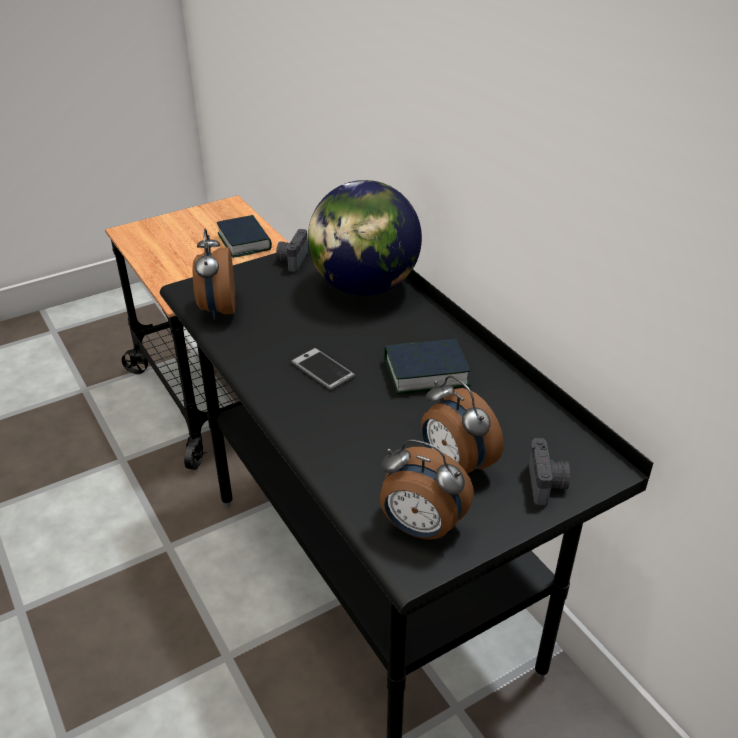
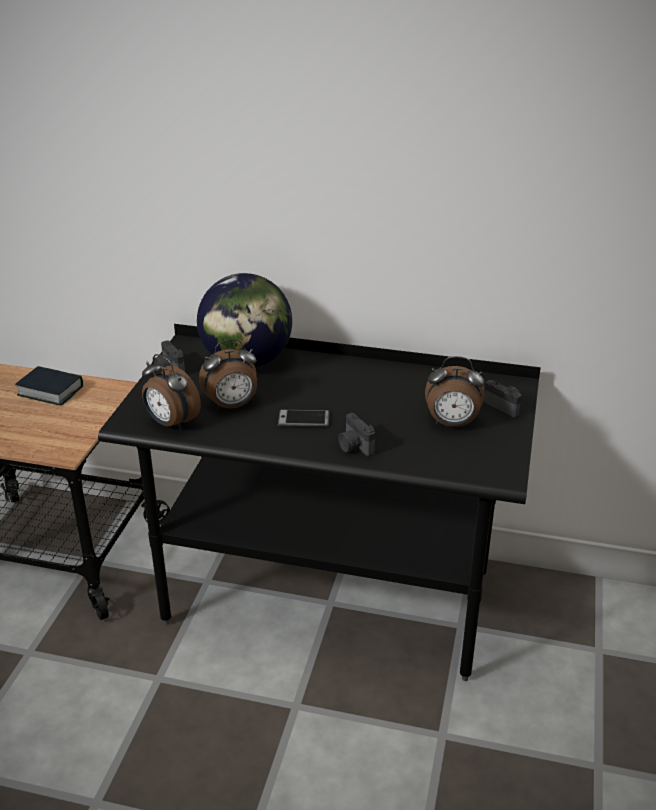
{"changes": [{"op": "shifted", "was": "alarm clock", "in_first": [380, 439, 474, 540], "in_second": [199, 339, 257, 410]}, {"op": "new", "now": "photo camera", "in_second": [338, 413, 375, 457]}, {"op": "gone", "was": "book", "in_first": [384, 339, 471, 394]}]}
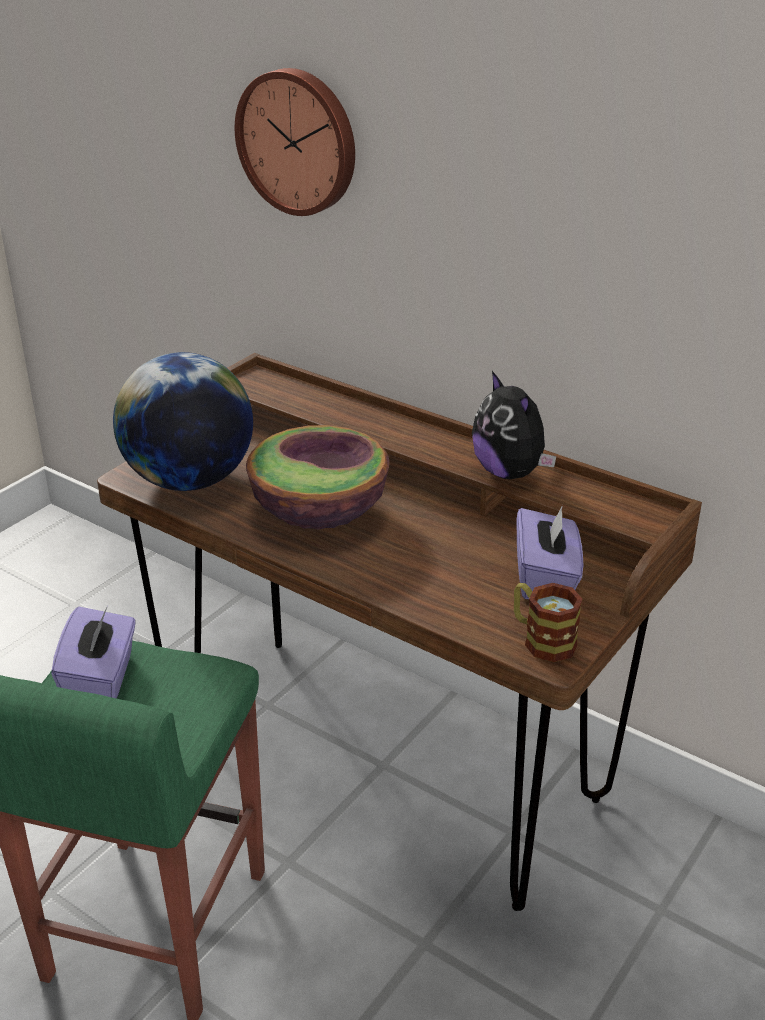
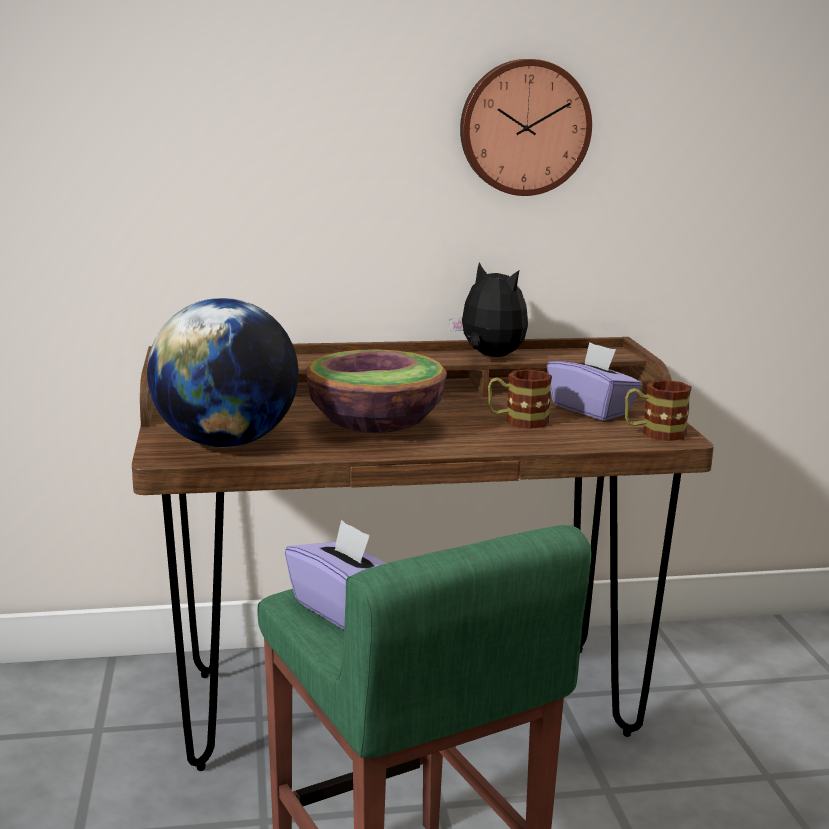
{"changes": [{"op": "rotated", "was": "plush toy", "in_first": [472, 371, 556, 479], "in_second": [450, 262, 528, 357], "clockwise": -150}, {"op": "shifted", "was": "wall clock", "in_first": [235, 68, 355, 216], "in_second": [460, 59, 592, 196]}, {"op": "new", "now": "mug", "in_second": [488, 369, 552, 429]}]}
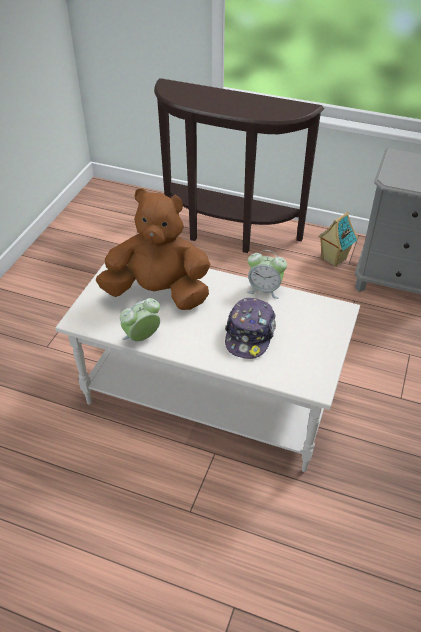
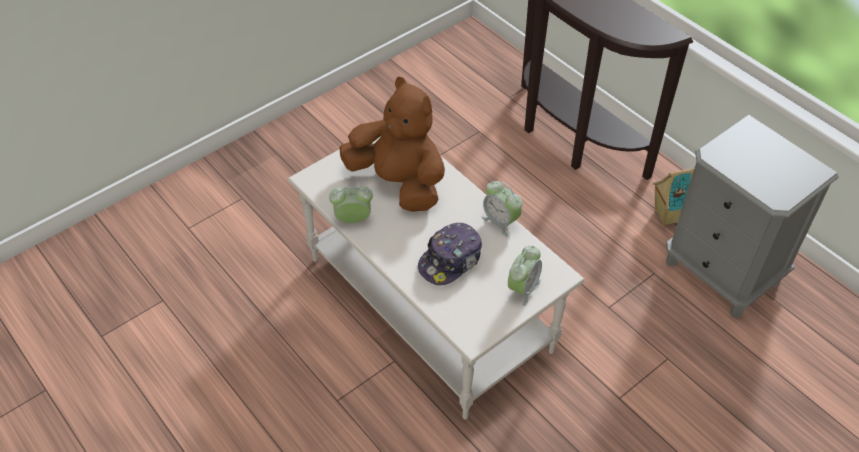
{"changes": [{"op": "new", "now": "alarm clock", "in_second": [508, 246, 542, 306]}]}
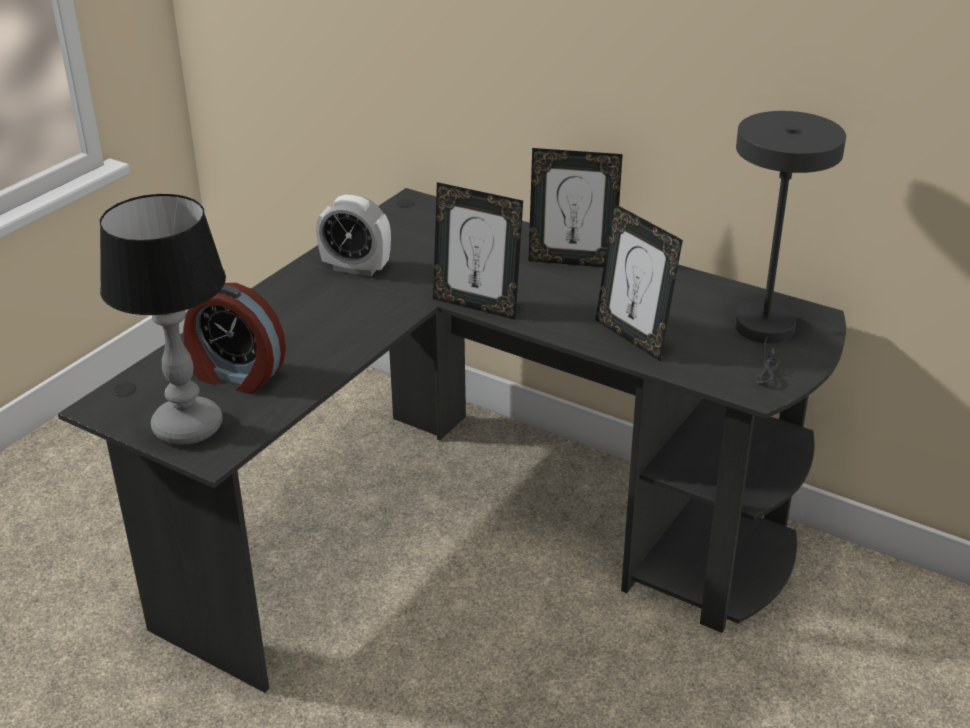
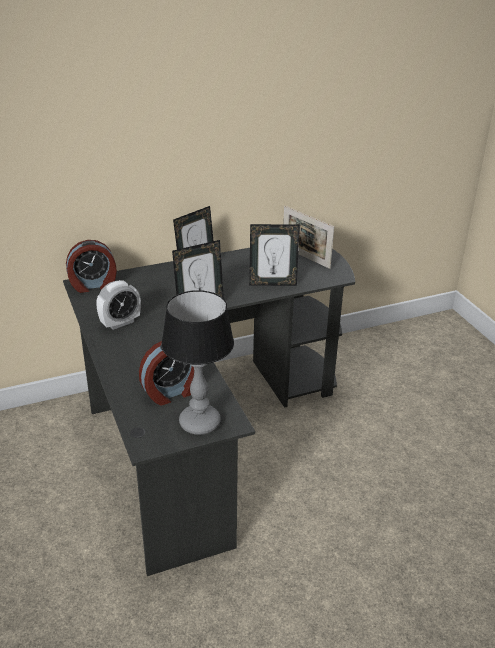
{"changes": [{"op": "new", "now": "alarm clock", "in_second": [66, 240, 117, 293]}, {"op": "swapped", "was": "table lamp (grey)", "now": "picture frame", "in_first": [735, 111, 846, 385], "in_second": [283, 206, 334, 269]}]}
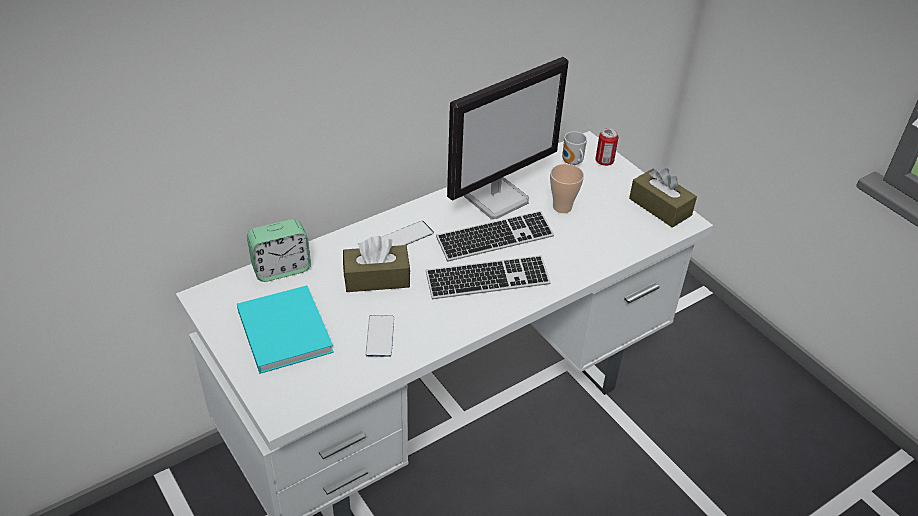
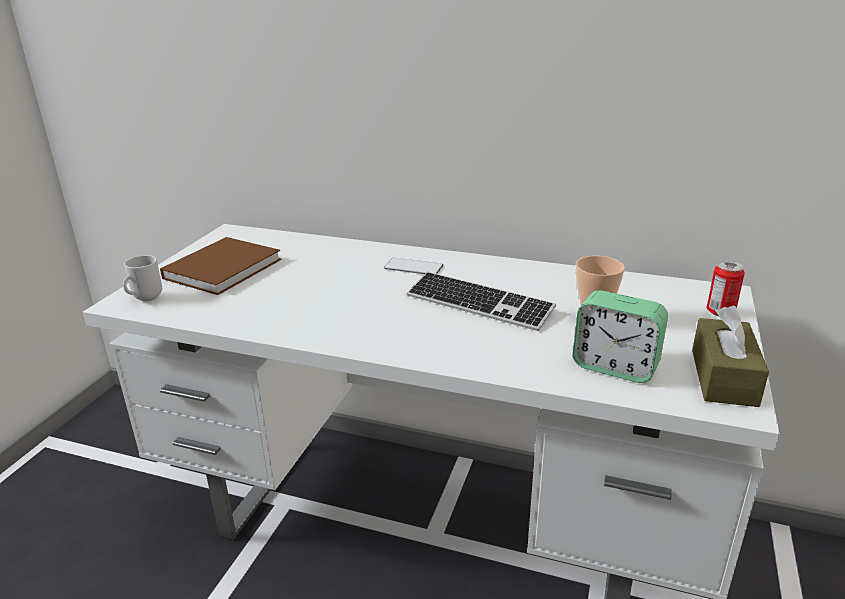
{"changes": [{"op": "shifted", "was": "mug", "in_first": [562, 131, 587, 165], "in_second": [123, 255, 162, 301]}, {"op": "repainted", "was": "book (turquoise)", "now": "book (brown)", "in_first": [237, 285, 334, 374], "in_second": [160, 237, 281, 295]}, {"op": "shifted", "was": "alarm clock", "in_first": [247, 219, 311, 282], "in_second": [573, 290, 668, 383]}, {"op": "gone", "was": "tissue box (brown)", "in_first": [343, 236, 410, 292]}, {"op": "gone", "was": "phone", "in_first": [366, 315, 394, 357]}, {"op": "gone", "was": "keyboard", "in_first": [426, 255, 551, 299]}, {"op": "gone", "was": "monitor", "in_first": [447, 57, 569, 219]}]}
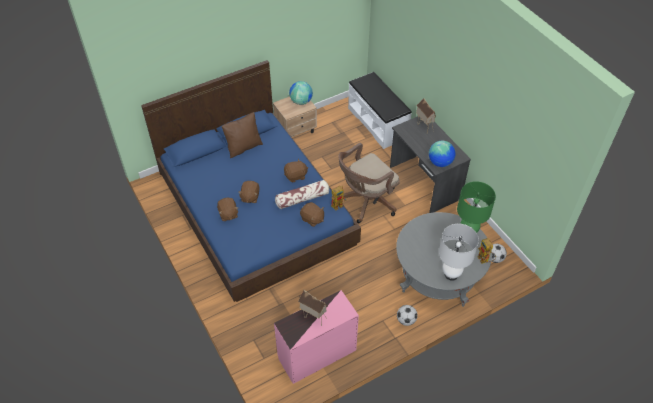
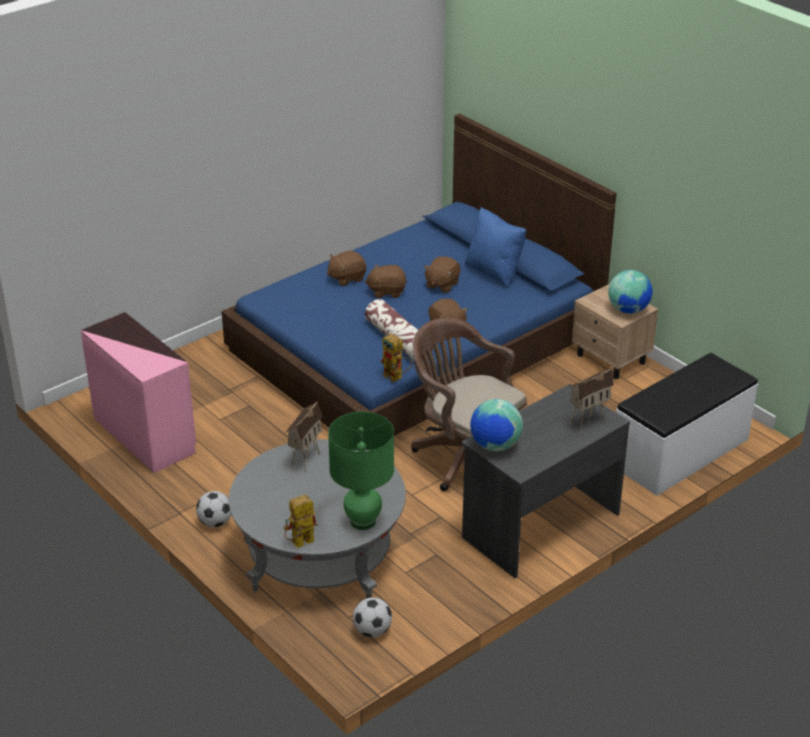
{"changes": [{"op": "shifted", "was": "toy house", "in_first": [298, 289, 328, 326], "in_second": [285, 401, 322, 472]}, {"op": "shifted", "was": "plush toy (brown)", "in_first": [300, 202, 324, 227], "in_second": [423, 256, 461, 293]}, {"op": "repainted", "was": "pillow (brown)", "now": "pillow (blue)", "in_first": [222, 112, 263, 158], "in_second": [465, 207, 527, 288]}, {"op": "gone", "was": "table lamp (white)", "in_first": [439, 224, 479, 281]}]}
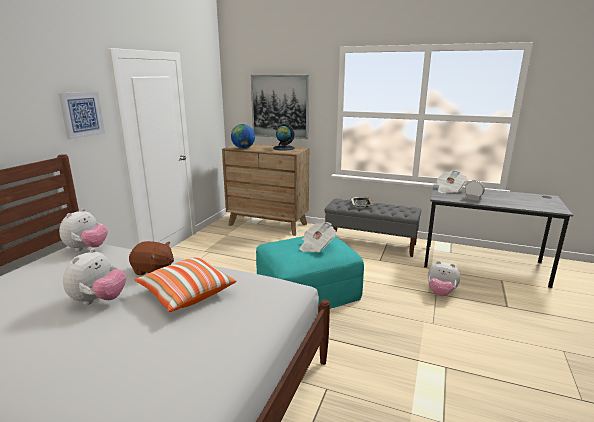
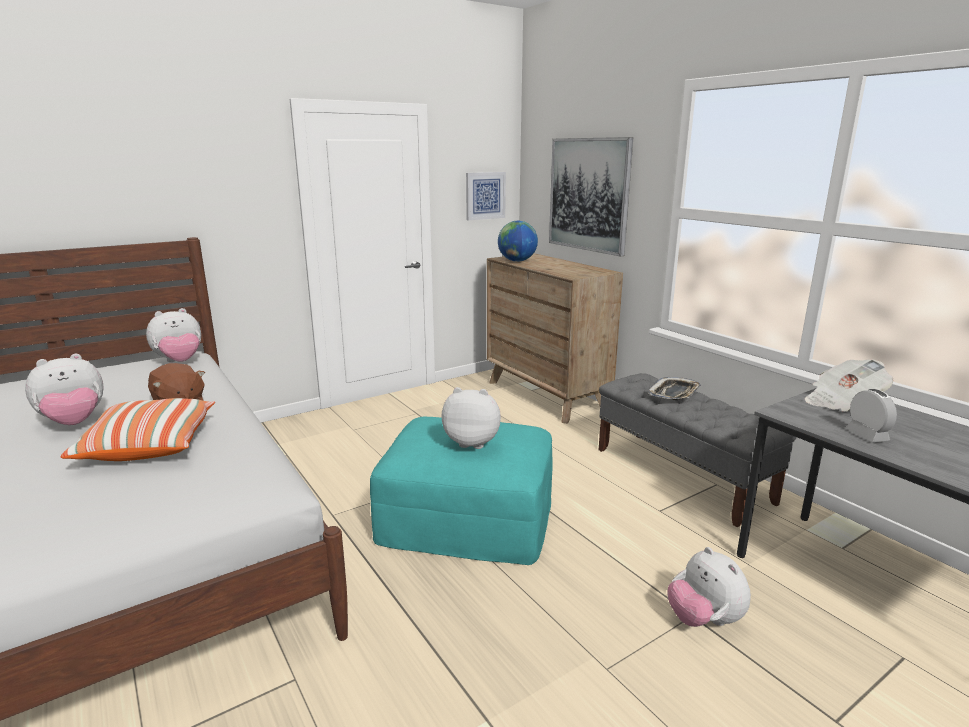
{"changes": [{"op": "swapped", "was": "newspaper", "now": "plush toy", "in_first": [299, 222, 336, 252], "in_second": [441, 387, 501, 449]}, {"op": "shifted", "was": "picture", "in_first": [59, 91, 105, 139], "in_second": [466, 172, 506, 220]}, {"op": "gone", "was": "globe", "in_first": [273, 124, 295, 151]}]}
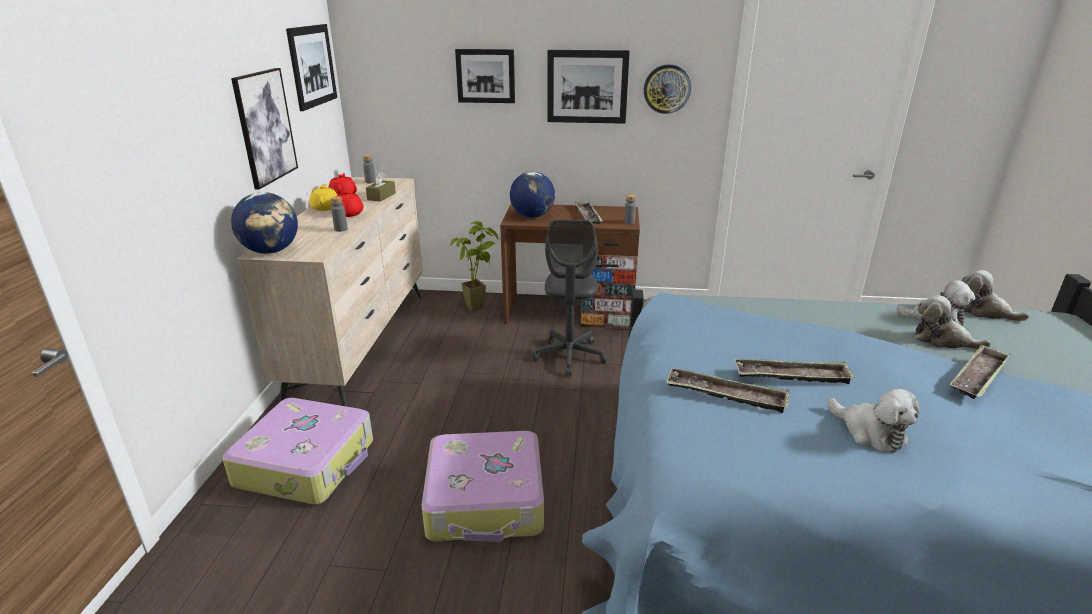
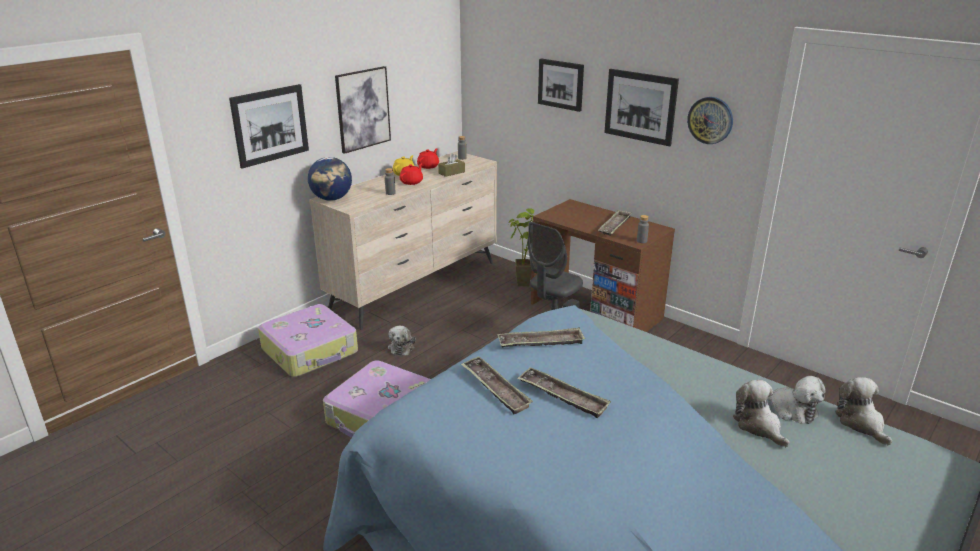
{"changes": [{"op": "shifted", "was": "picture", "in_first": [286, 24, 337, 111], "in_second": [229, 84, 309, 168]}, {"op": "shifted", "was": "plush toy", "in_first": [828, 389, 920, 453], "in_second": [388, 326, 416, 356]}, {"op": "shifted", "was": "tray", "in_first": [950, 344, 1011, 399], "in_second": [498, 327, 585, 347]}, {"op": "gone", "was": "globe", "in_first": [510, 172, 555, 218]}]}
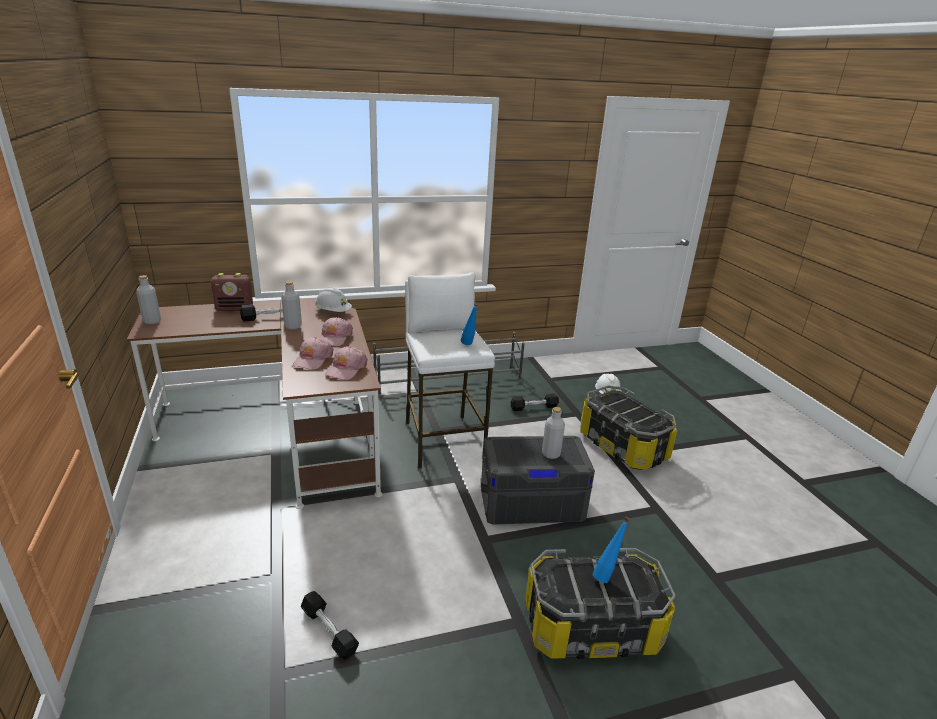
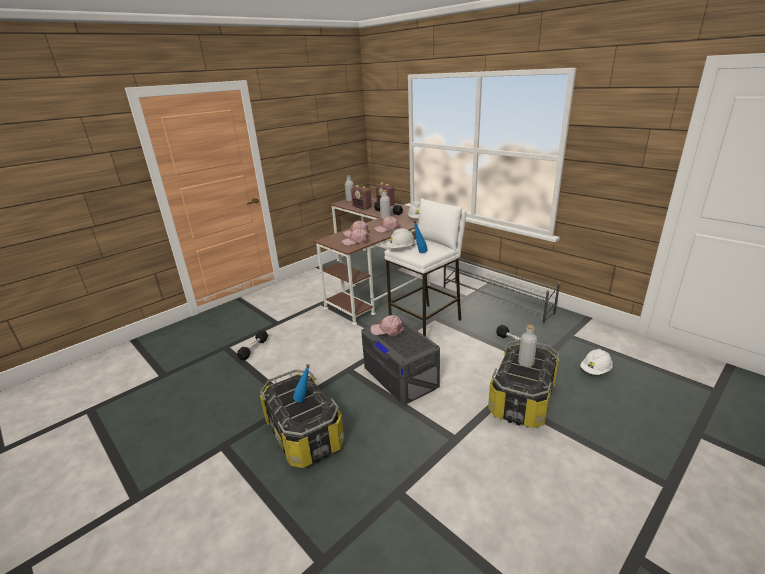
{"changes": [{"op": "new", "now": "radio", "in_second": [351, 185, 372, 209]}, {"op": "new", "now": "cap (pink)", "in_second": [370, 315, 404, 336]}, {"op": "new", "now": "hard hat (white)", "in_second": [386, 228, 416, 248]}, {"op": "shifted", "was": "bottle (grey)", "in_first": [542, 407, 565, 459], "in_second": [518, 325, 537, 367]}]}
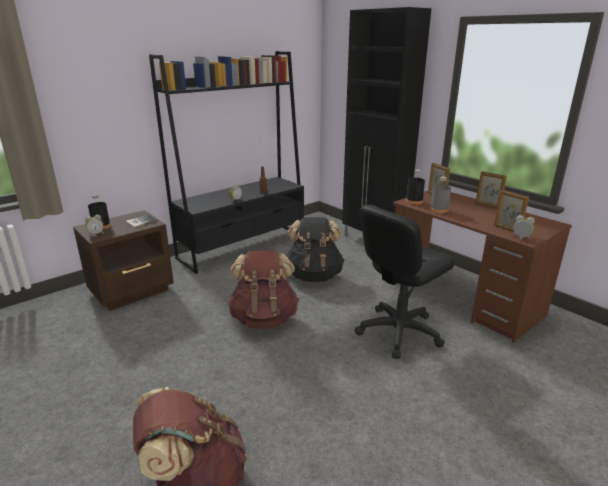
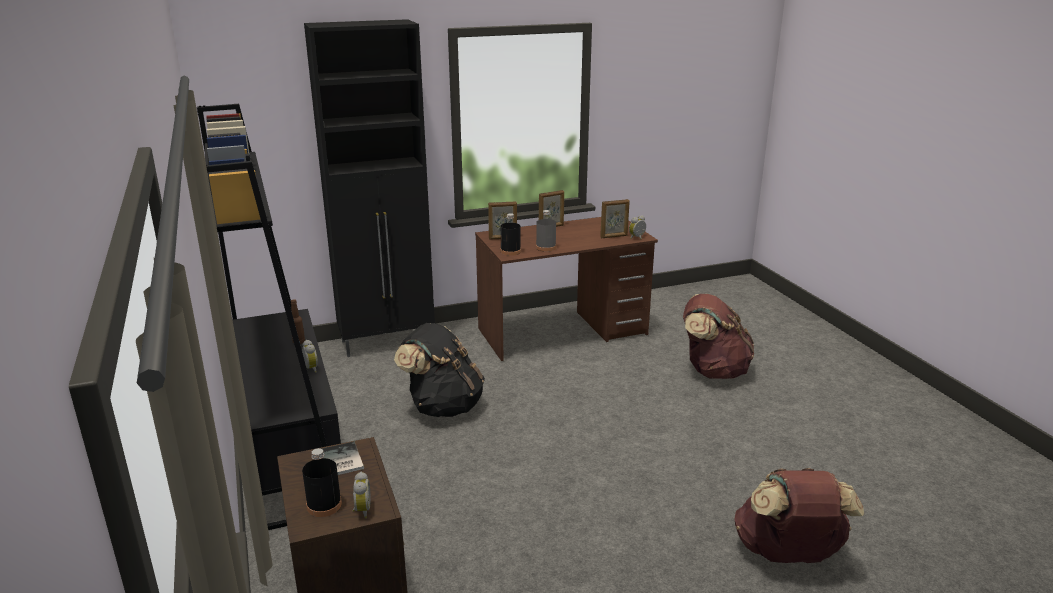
{"changes": [{"op": "shifted", "was": "backpack (brown)", "in_first": [227, 250, 299, 329], "in_second": [683, 294, 754, 379]}, {"op": "gone", "was": "office chair (black)", "in_first": [355, 205, 454, 359]}]}
